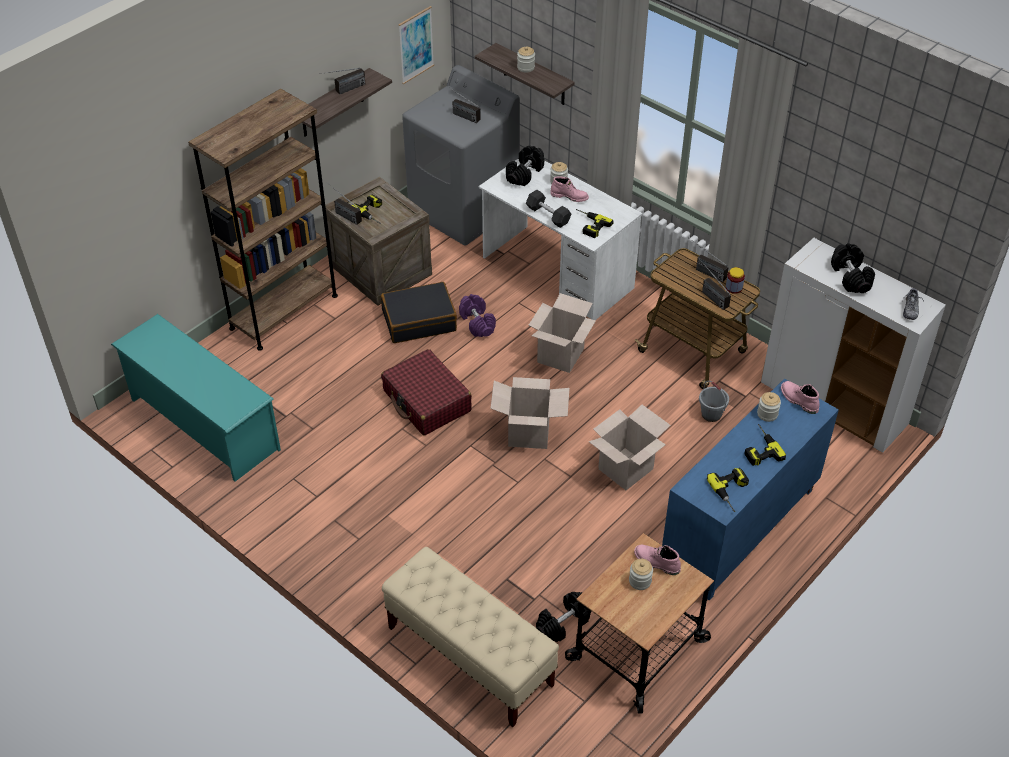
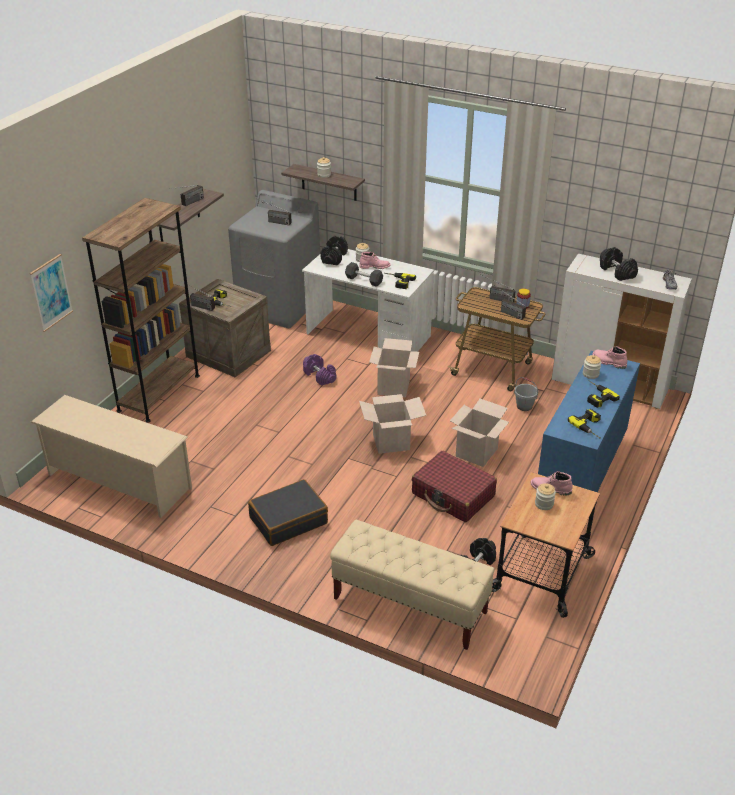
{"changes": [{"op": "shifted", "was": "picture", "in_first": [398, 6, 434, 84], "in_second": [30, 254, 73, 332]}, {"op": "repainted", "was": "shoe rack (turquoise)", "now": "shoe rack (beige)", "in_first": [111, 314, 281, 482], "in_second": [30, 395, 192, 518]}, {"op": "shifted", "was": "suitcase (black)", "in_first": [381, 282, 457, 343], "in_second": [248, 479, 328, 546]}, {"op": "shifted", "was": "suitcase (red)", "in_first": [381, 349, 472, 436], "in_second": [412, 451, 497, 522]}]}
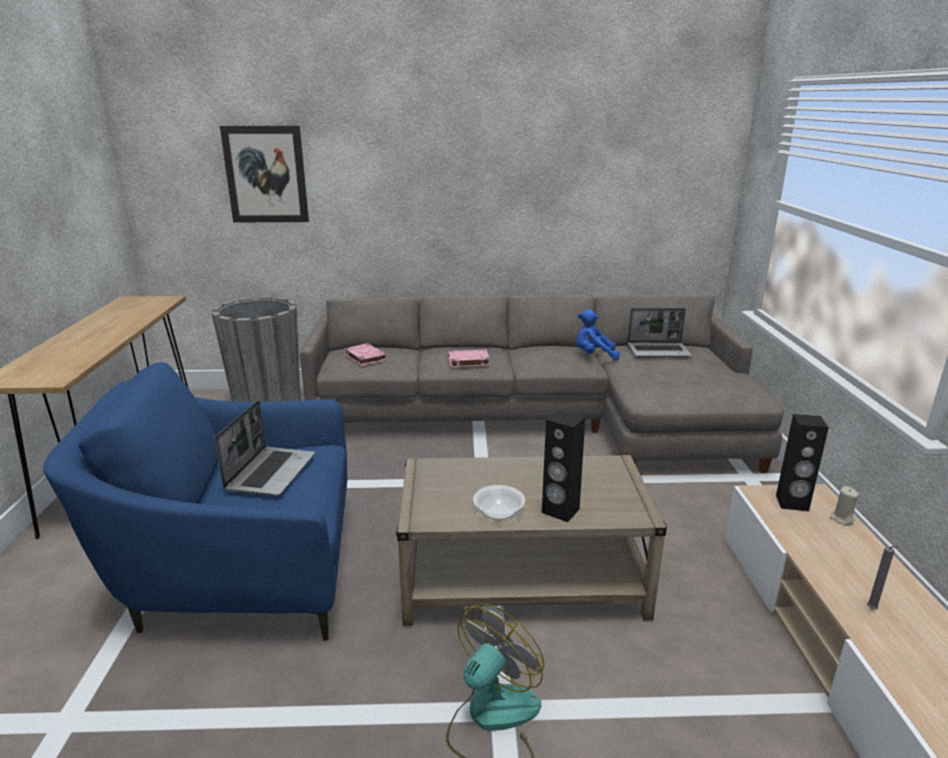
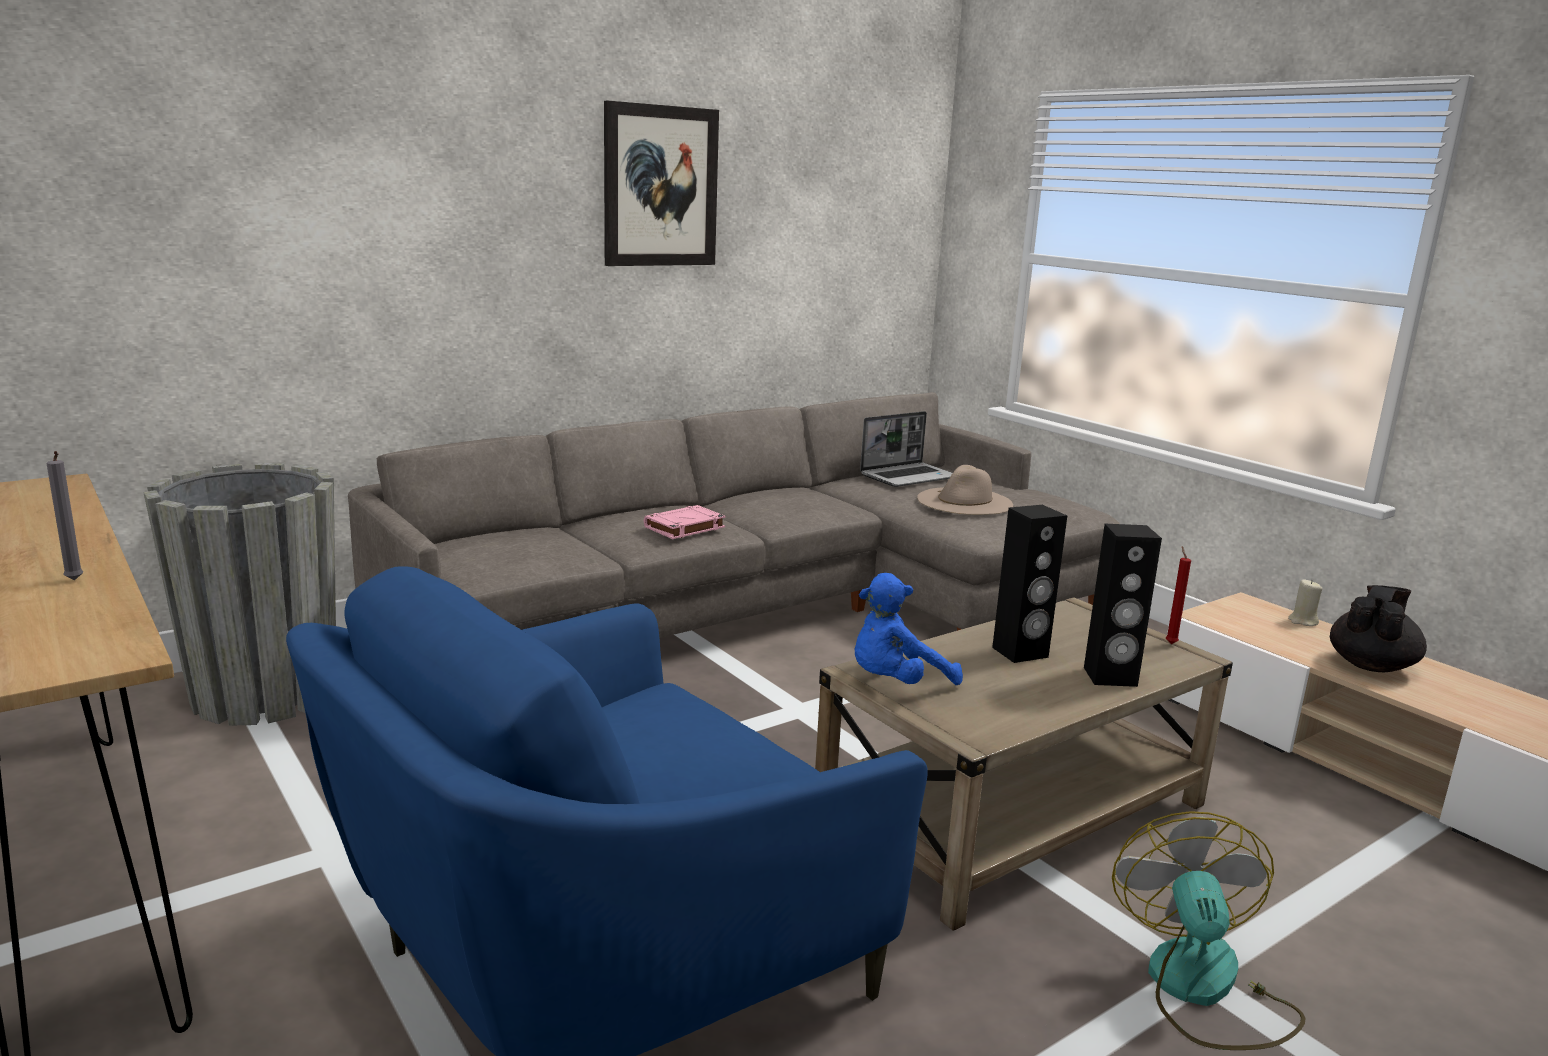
{"changes": [{"op": "shifted", "was": "candle (grey)", "in_first": [867, 546, 898, 610], "in_second": [46, 451, 83, 580]}, {"op": "shifted", "was": "picture", "in_first": [220, 126, 309, 222], "in_second": [604, 101, 719, 266]}, {"op": "shifted", "was": "plush toy (blue)", "in_first": [576, 309, 620, 360], "in_second": [854, 573, 963, 685]}, {"op": "new", "now": "hat (beige)", "in_second": [917, 465, 1013, 515]}, {"op": "shifted", "was": "speaker (black)", "in_first": [776, 414, 829, 511], "in_second": [992, 505, 1067, 663]}, {"op": "new", "now": "candle (red)", "in_second": [1166, 546, 1191, 644]}, {"op": "new", "now": "teapot (black)", "in_second": [1330, 585, 1427, 672]}, {"op": "gone", "was": "laptop", "in_first": [215, 400, 315, 496]}, {"op": "gone", "was": "book (pink)", "in_first": [344, 343, 387, 366]}, {"op": "gone", "was": "bowl", "in_first": [473, 485, 525, 520]}]}
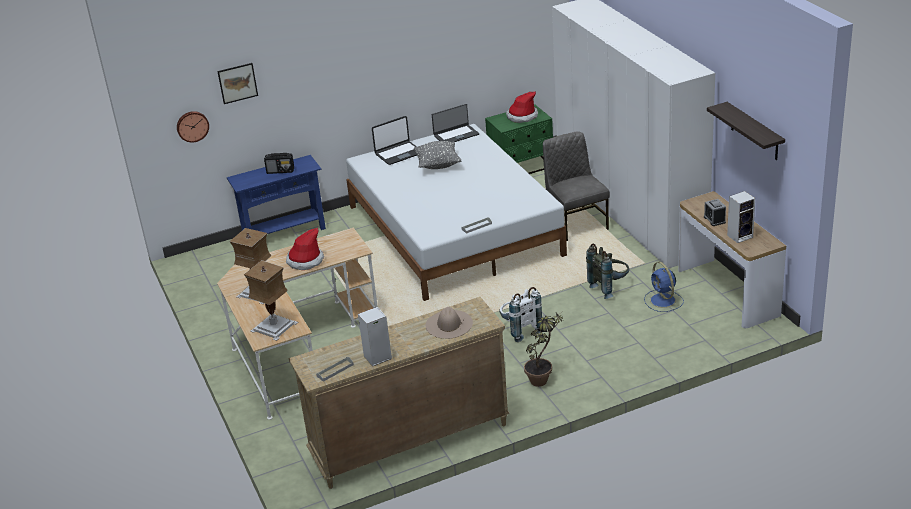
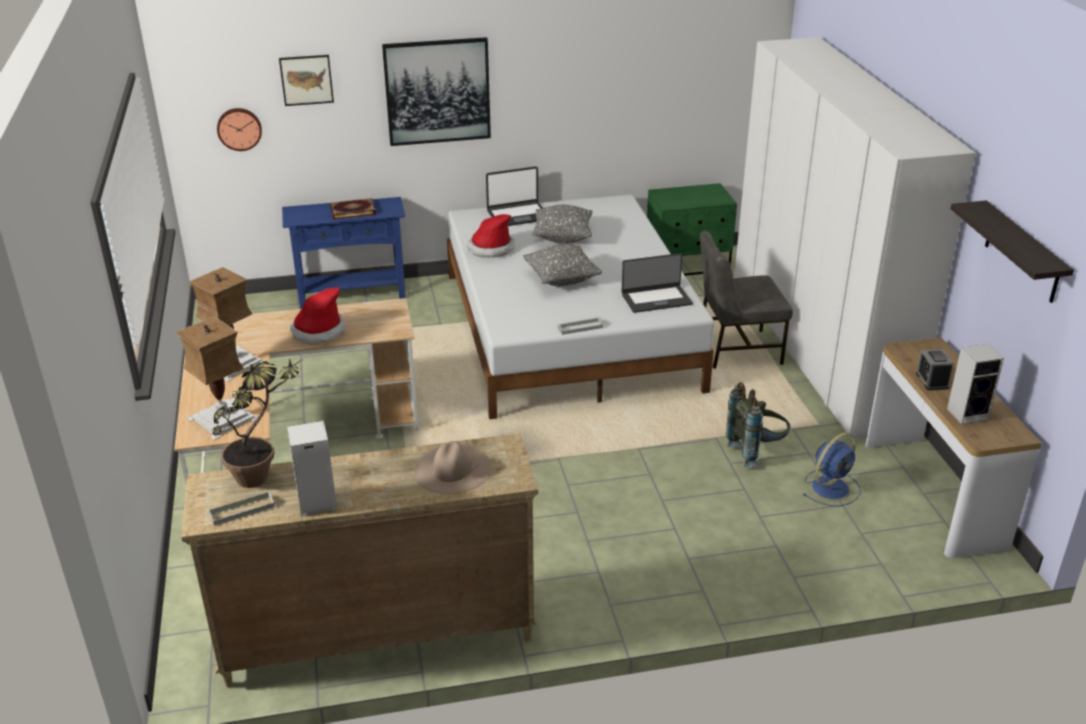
{"changes": [{"op": "shifted", "was": "potted plant", "in_first": [524, 312, 563, 387], "in_second": [213, 358, 303, 488]}, {"op": "swapped", "was": "radio", "now": "book", "in_first": [264, 153, 294, 174], "in_second": [330, 198, 376, 220]}, {"op": "new", "now": "picture", "in_second": [382, 37, 491, 146]}, {"op": "shifted", "was": "hat", "in_first": [506, 92, 538, 123], "in_second": [468, 214, 515, 258]}, {"op": "new", "now": "pillow (grey)", "in_second": [523, 244, 602, 286]}, {"op": "shifted", "was": "laptop", "in_first": [432, 104, 479, 142], "in_second": [622, 253, 693, 313]}, {"op": "rotated", "was": "chair (grey)", "in_first": [543, 132, 610, 241], "in_second": [700, 231, 793, 369], "clockwise": -90}, {"op": "rotated", "was": "fan (blue)", "in_first": [644, 262, 684, 312], "in_second": [803, 432, 861, 506], "clockwise": -120}, {"op": "gone", "was": "backpack (white)", "in_first": [499, 287, 542, 342]}]}
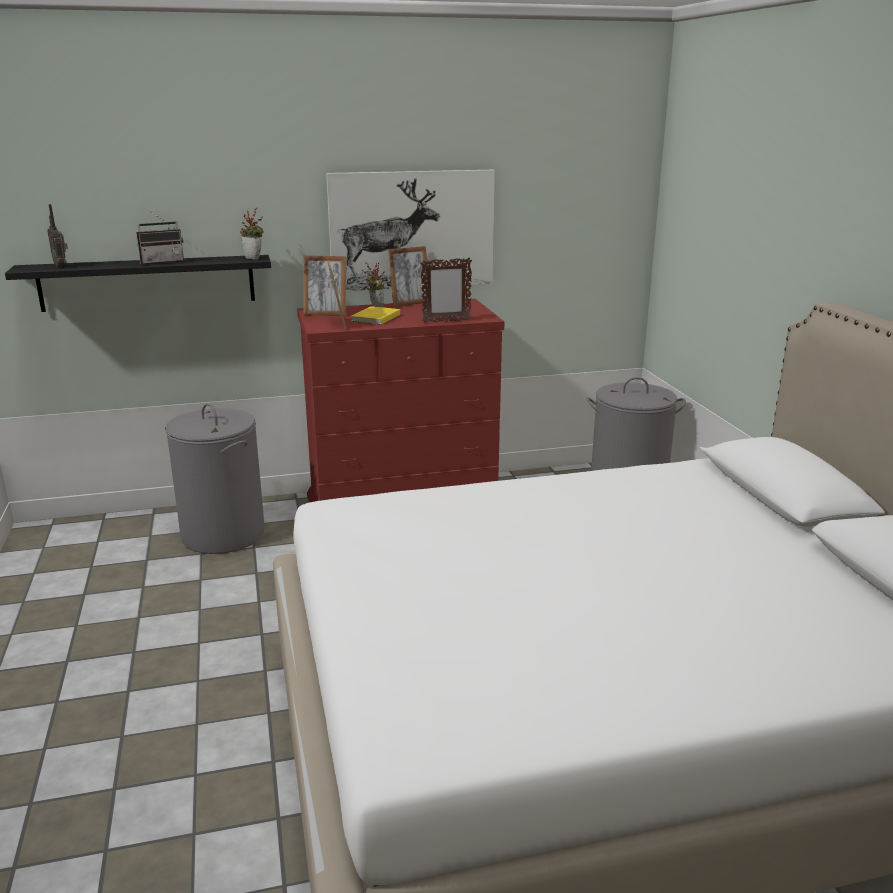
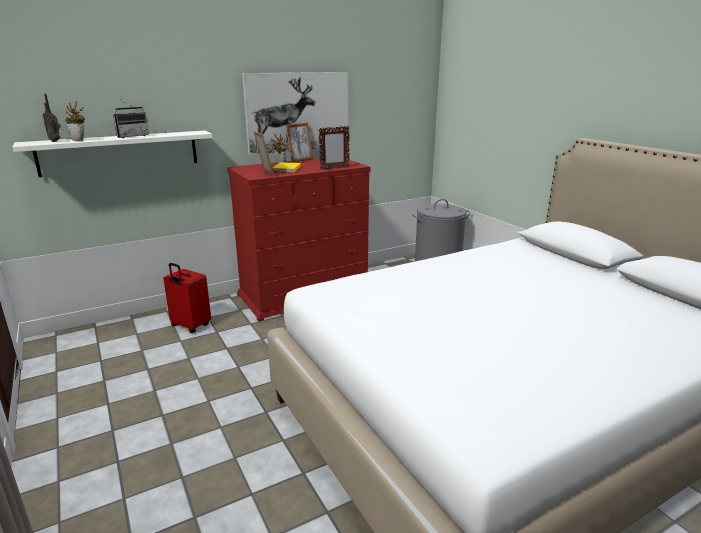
{"changes": [{"op": "repainted", "was": "shelf (black)", "now": "shelf (white)", "in_first": [5, 255, 271, 312], "in_second": [13, 131, 212, 177]}, {"op": "shifted", "was": "potted plant", "in_first": [240, 207, 264, 259], "in_second": [65, 101, 85, 141]}, {"op": "swapped", "was": "laundry basket (grey)", "now": "suitcase (red)", "in_first": [165, 403, 265, 554], "in_second": [163, 263, 211, 333]}, {"op": "gone", "was": "picture frame", "in_first": [303, 255, 346, 316]}]}
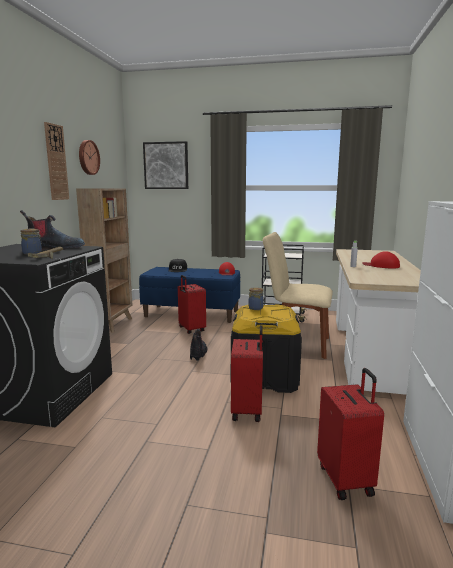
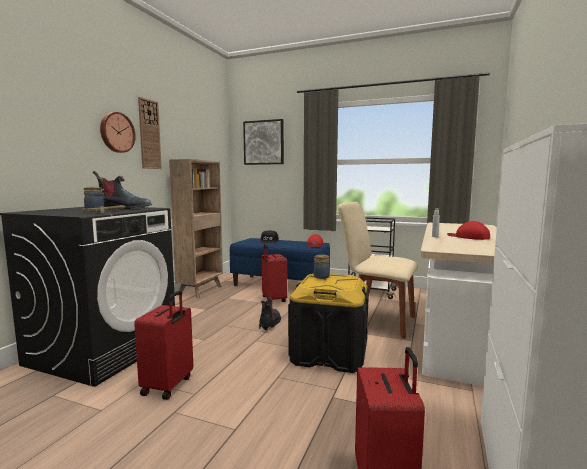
{"changes": [{"op": "shifted", "was": "wall clock", "in_first": [79, 140, 100, 175], "in_second": [100, 112, 136, 153]}, {"op": "shifted", "was": "suitcase (red)", "in_first": [231, 325, 263, 422], "in_second": [134, 291, 193, 400]}]}
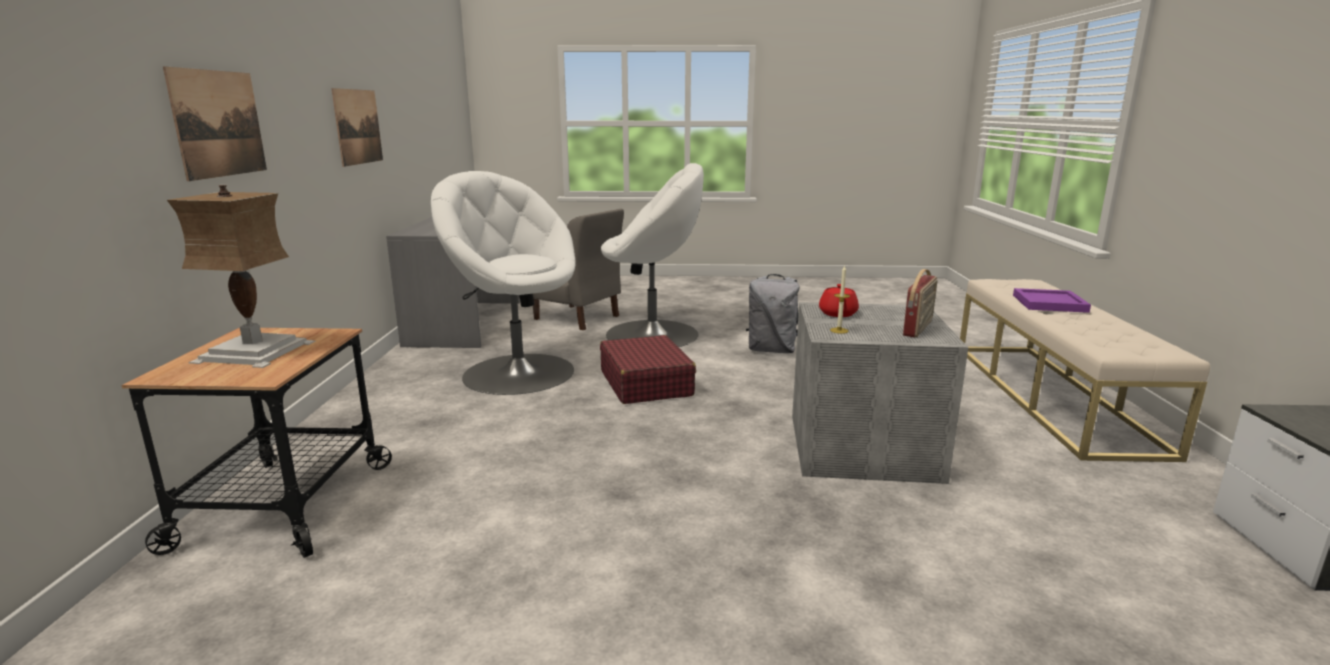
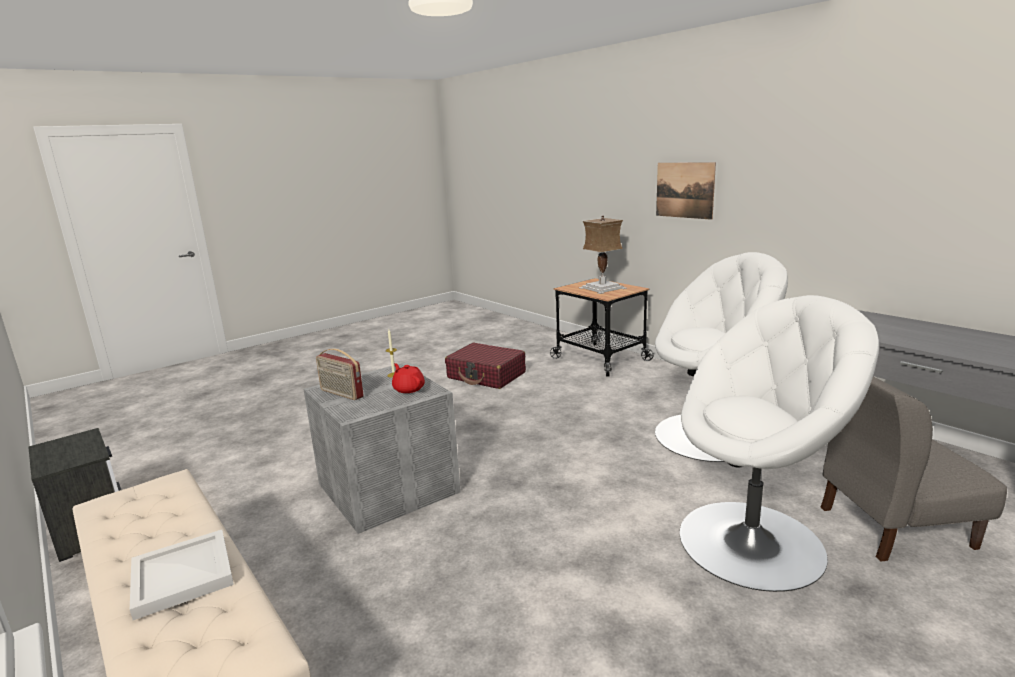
{"changes": [{"op": "repainted", "was": "tray (purple)", "now": "tray (white)", "in_first": [1013, 288, 1091, 313], "in_second": [130, 530, 234, 620]}, {"op": "rotated", "was": "radio", "in_first": [903, 269, 938, 337], "in_second": [316, 348, 364, 400], "clockwise": -45}, {"op": "shifted", "was": "suitcase (red)", "in_first": [600, 335, 696, 404], "in_second": [445, 342, 526, 389]}, {"op": "rotated", "was": "armchair (white)", "in_first": [601, 163, 704, 347], "in_second": [680, 295, 879, 592], "clockwise": -150}, {"op": "gone", "was": "picture", "in_first": [331, 88, 383, 167]}, {"op": "gone", "was": "backpack (grey)", "in_first": [746, 274, 800, 353]}]}
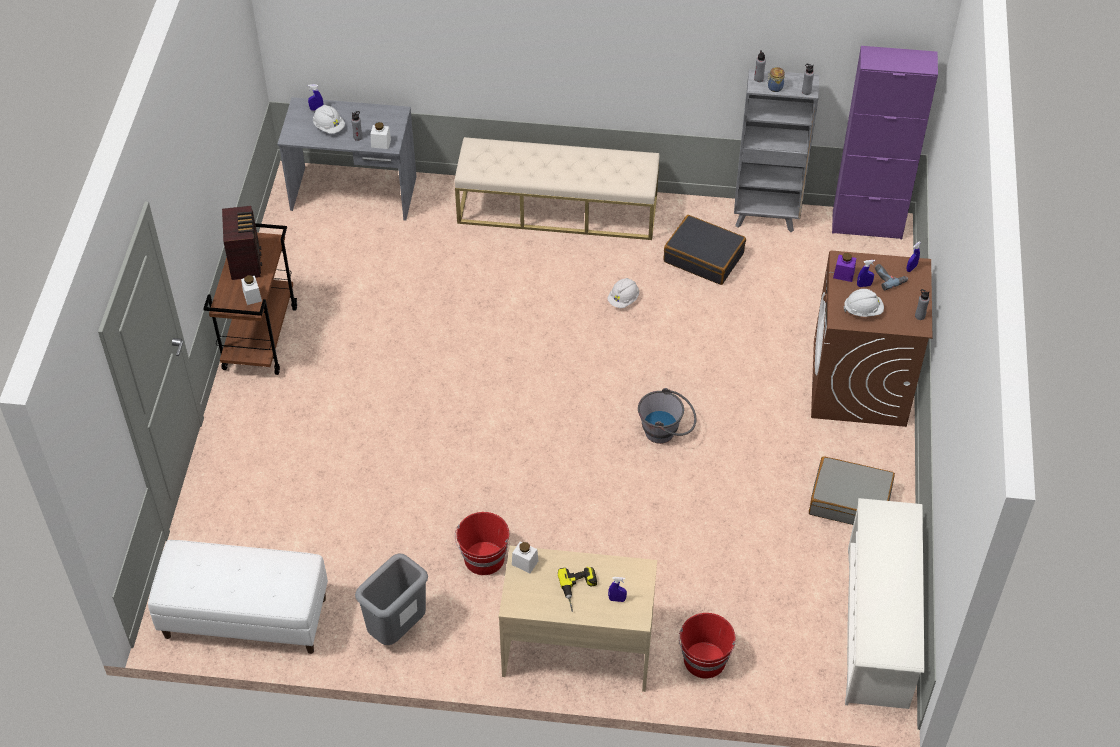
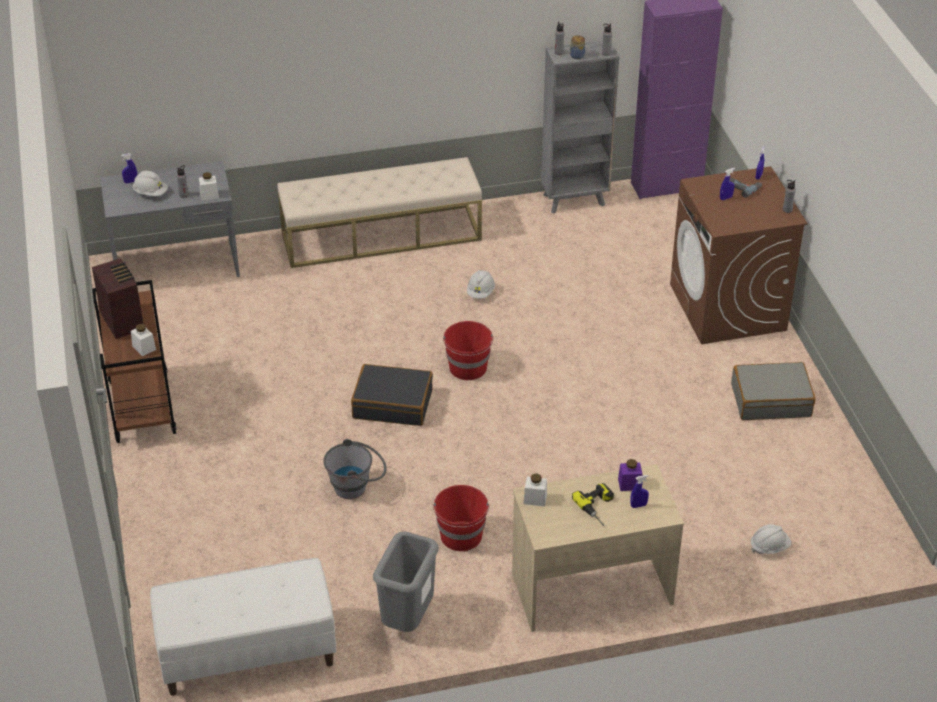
{"changes": [{"op": "shifted", "was": "bucket (grey)", "in_first": [638, 388, 697, 444], "in_second": [323, 439, 387, 499]}, {"op": "shifted", "was": "suitcase (black)", "in_first": [663, 215, 746, 285], "in_second": [351, 364, 433, 426]}, {"op": "shifted", "was": "bucket (red)", "in_first": [679, 613, 735, 679], "in_second": [443, 321, 494, 380]}, {"op": "shifted", "was": "jar (purple)", "in_first": [833, 253, 856, 282], "in_second": [618, 459, 642, 491]}, {"op": "shifted", "was": "hard hat (white)", "in_first": [844, 289, 884, 317], "in_second": [751, 524, 791, 554]}, {"op": "gone", "was": "shoe rack (white)", "in_first": [845, 498, 924, 709]}]}
